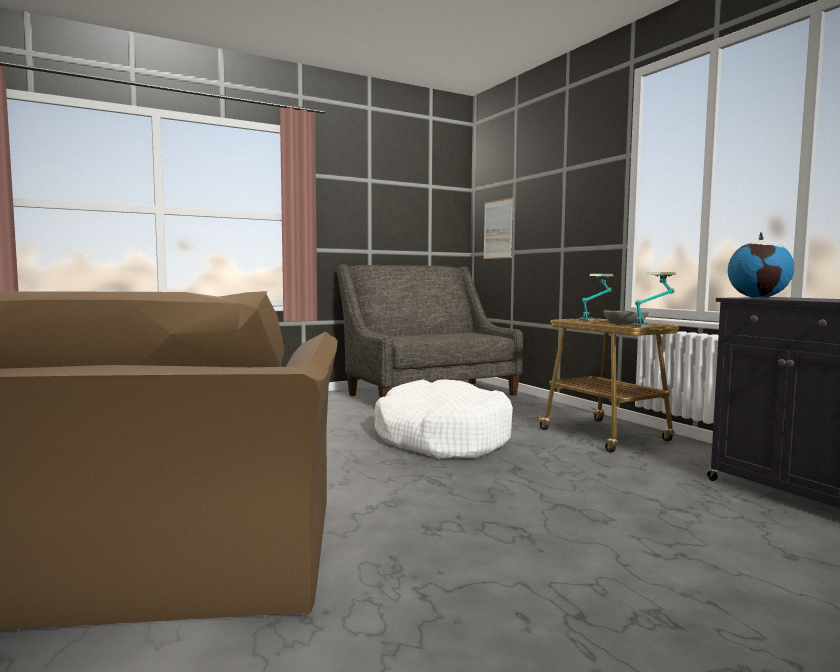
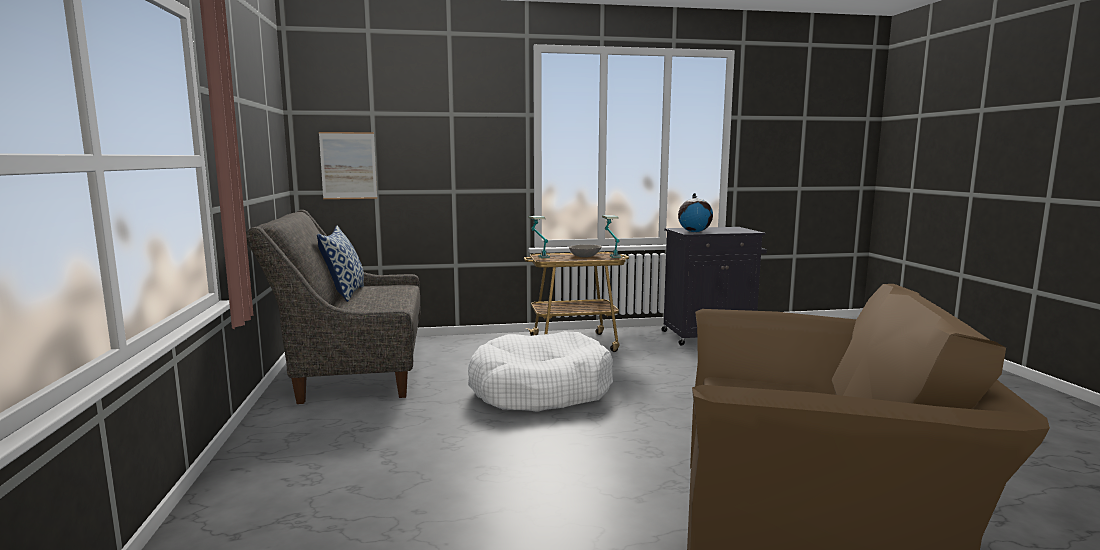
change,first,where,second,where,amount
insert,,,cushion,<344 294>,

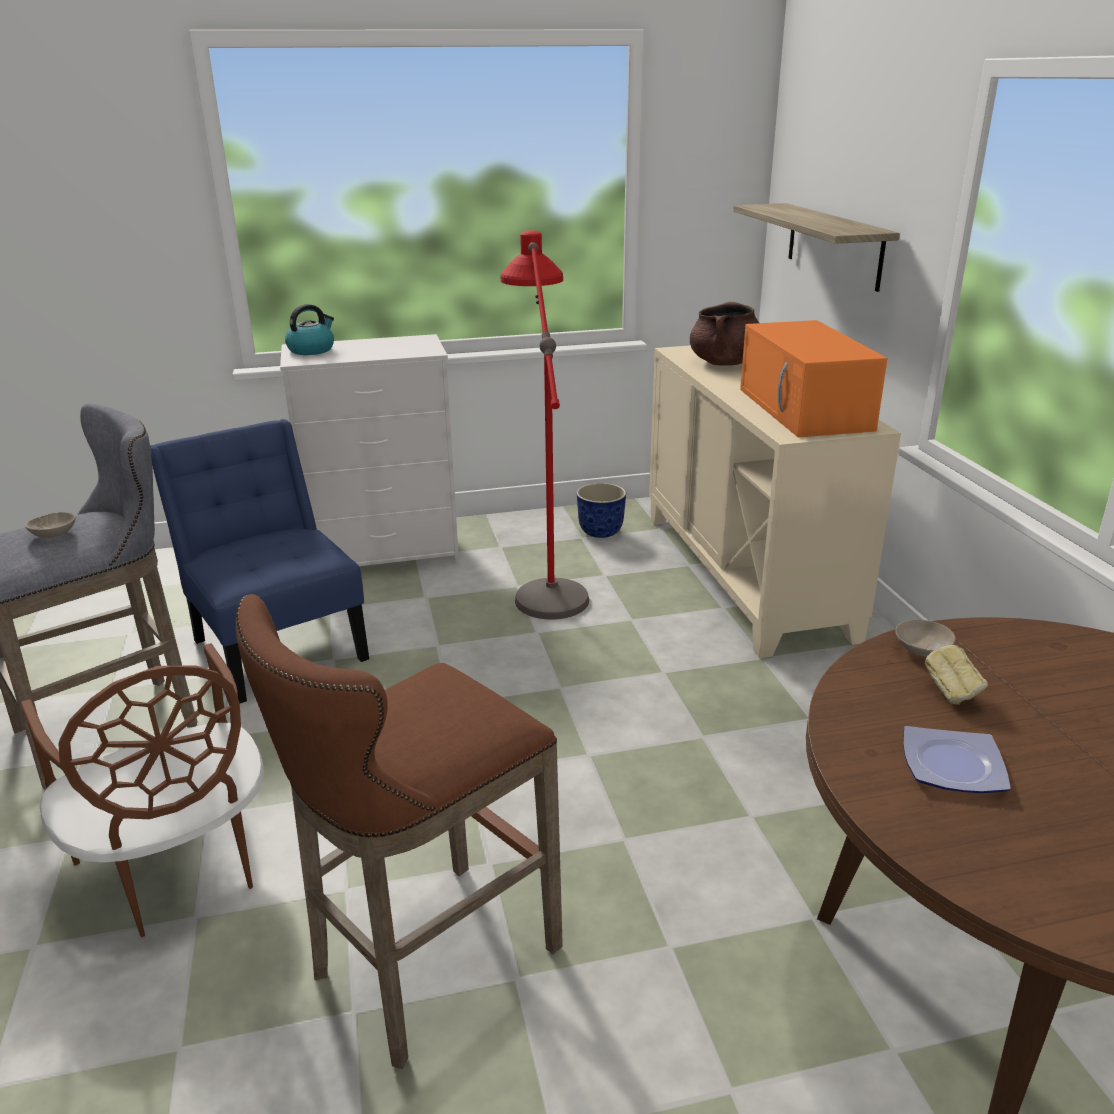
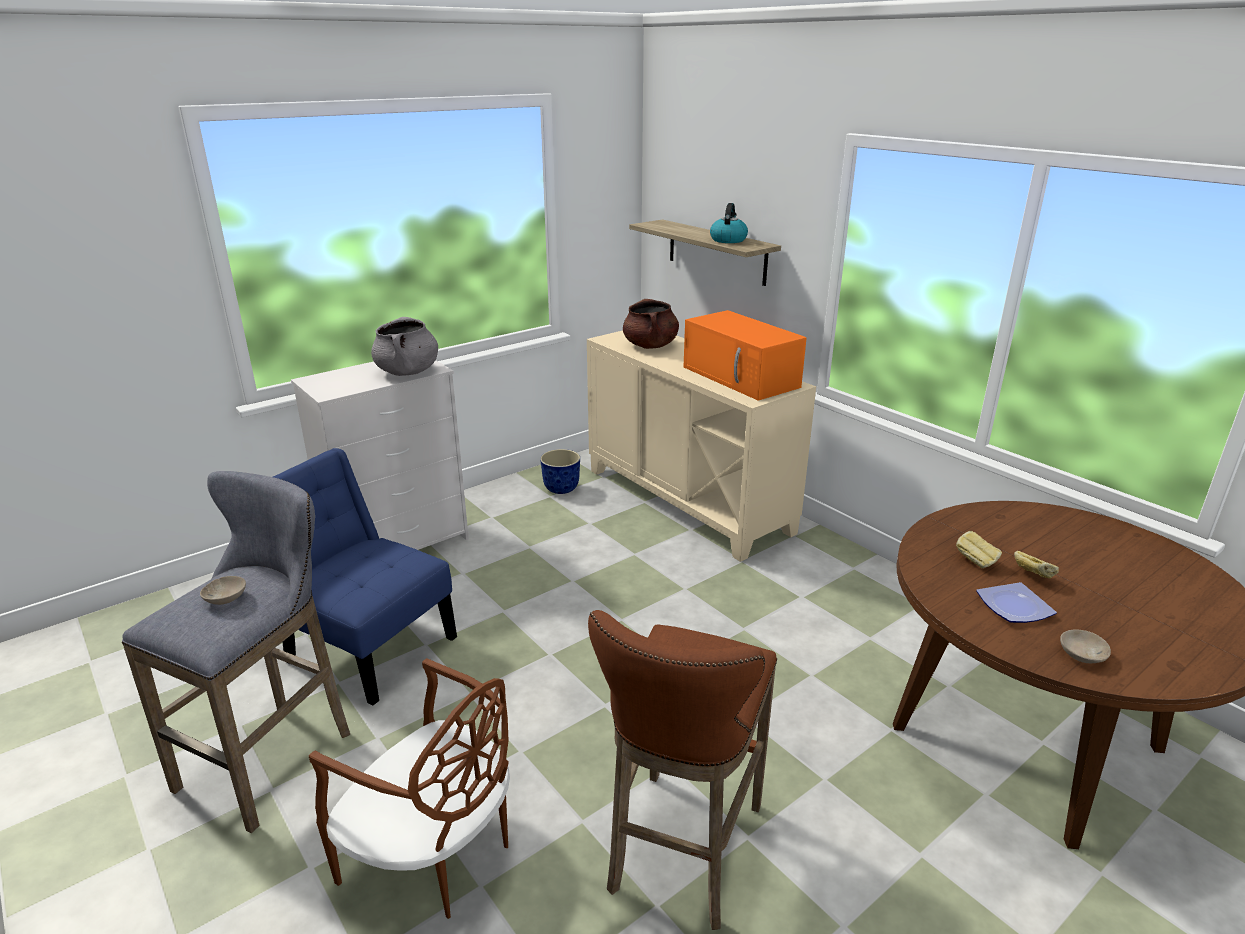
change,first,where,second,where,amount
delete,red standard lamp,<546 575>,,,
move,kettle,<311 350>,,<728 240>,
move,beige-coloured bowl,<921 648>,,<1080 654>,
insert,,,gray cooking pot,<407 372>,
insert,,,baked bread,<1031 576>,

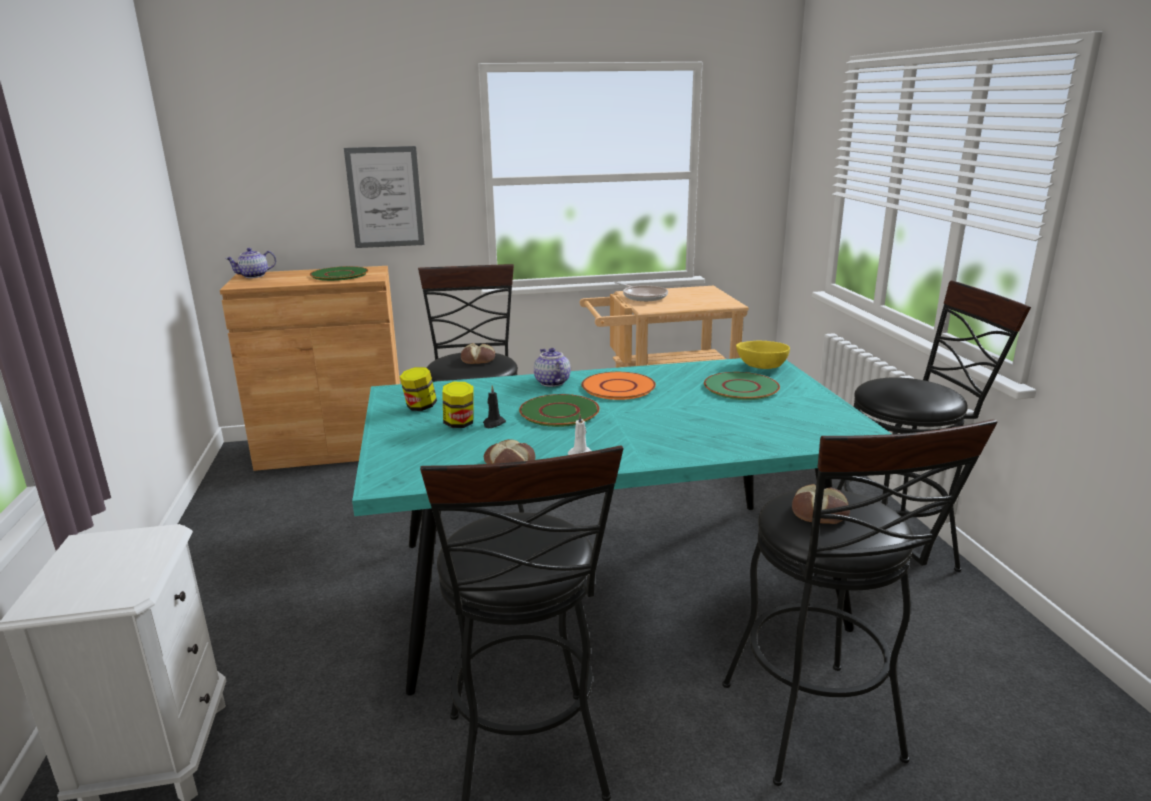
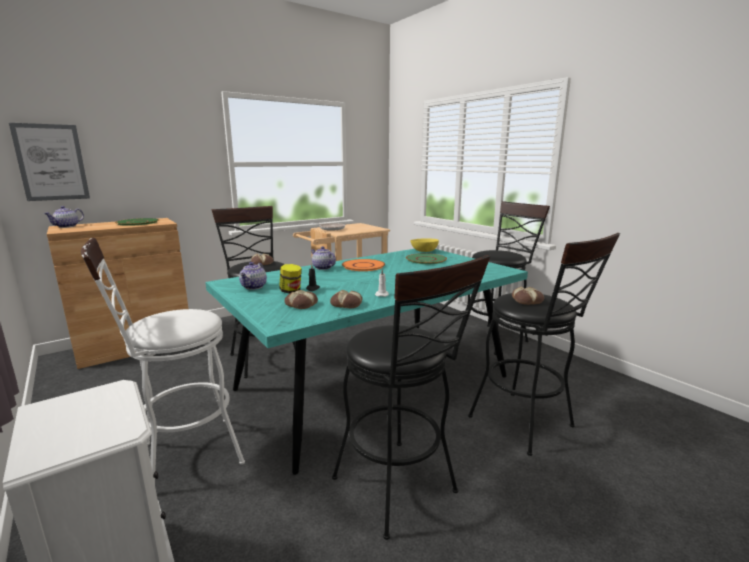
change,first,where,second,where,amount
move,wall picture,<385 197>,,<51 162>,
replace,storage jar,<420 407>,tea pot,<254 287>,
delete,greenish dinner plate,<558 412>,,,
insert,,,white sitting stool,<182 457>,
insert,,,baked bread,<302 304>,

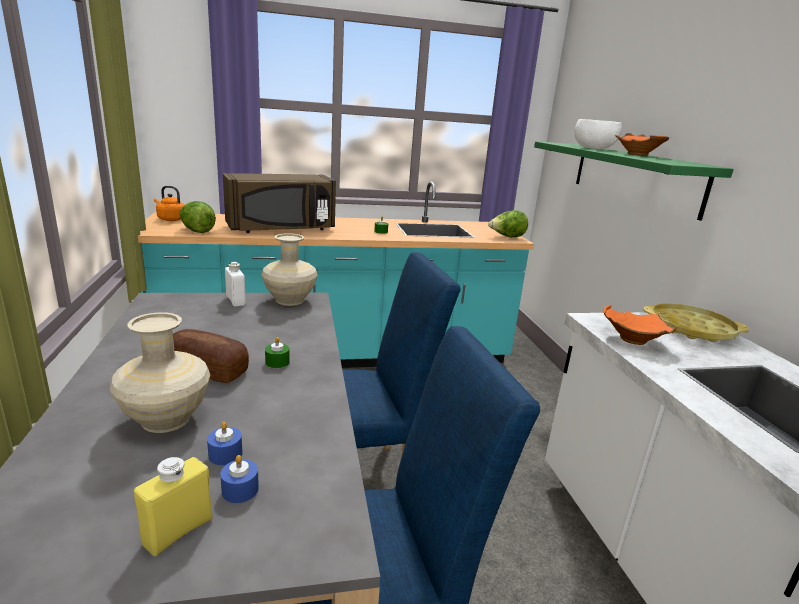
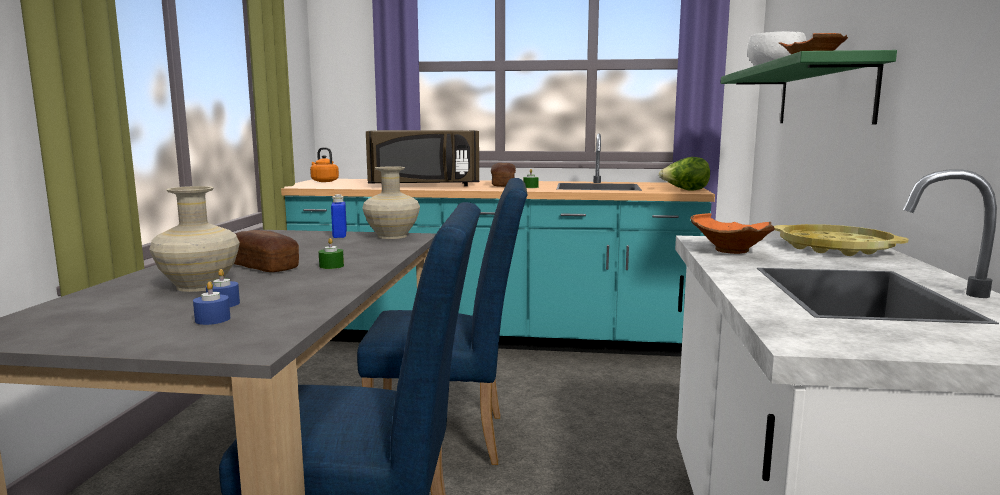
change,first,where,second,where,amount
delete,lettuce,<197 231>,,,
recolor,white bottle,<236 300>,blue bottle,<339 235>,
delete,yellow bottle,<178 531>,,,
insert,,,baked bread,<503 184>,

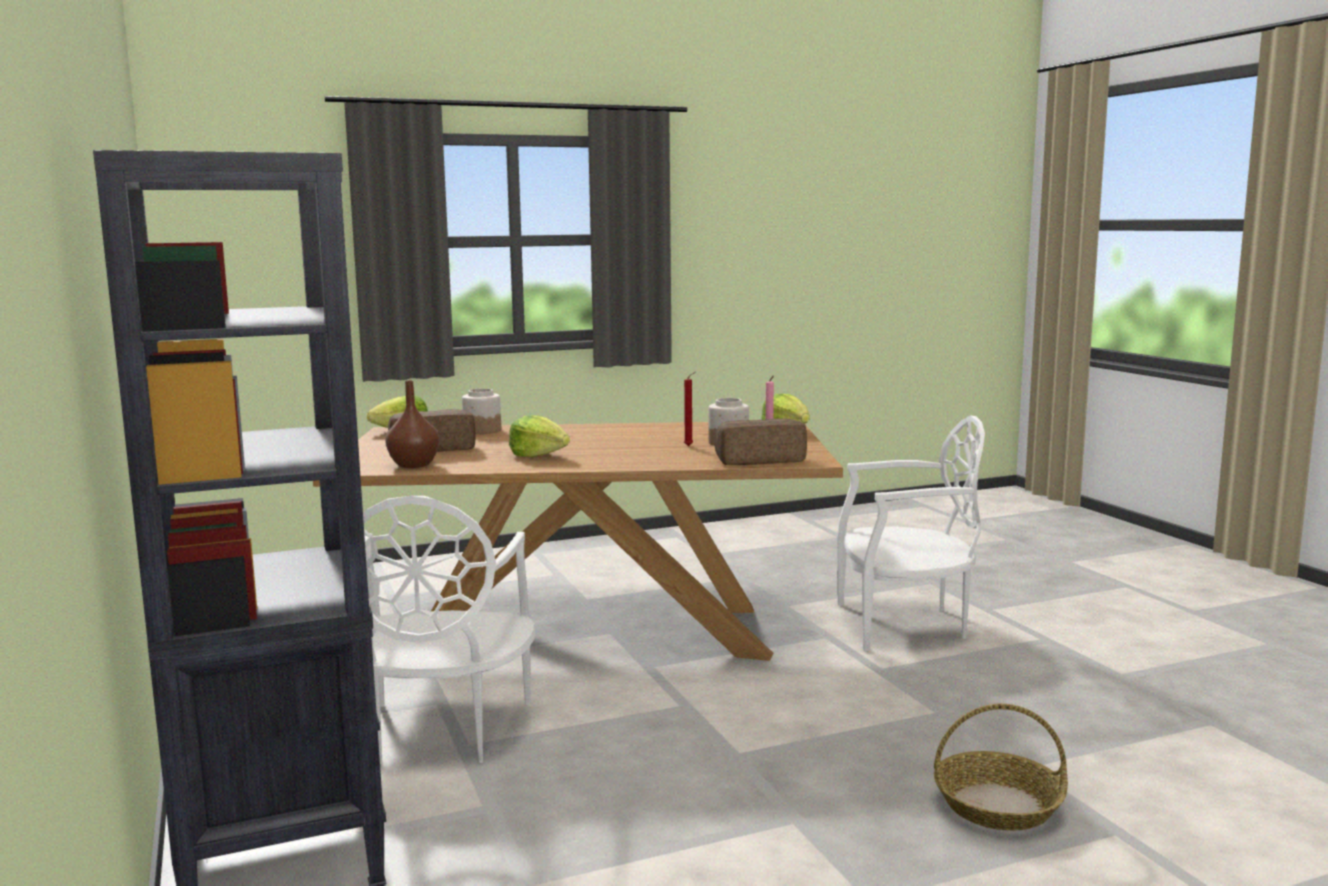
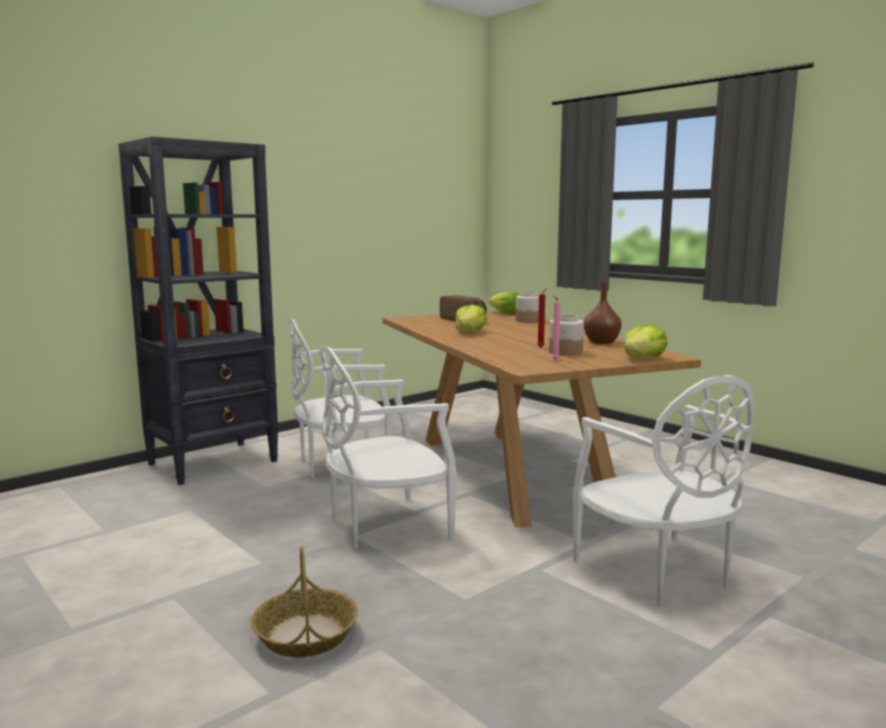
change,first,where,second,where,amount
move,brownish decorative vase,<415 465>,,<602 342>,
delete,baked bread,<759 460>,,,
insert,,,white chair,<385 525>,

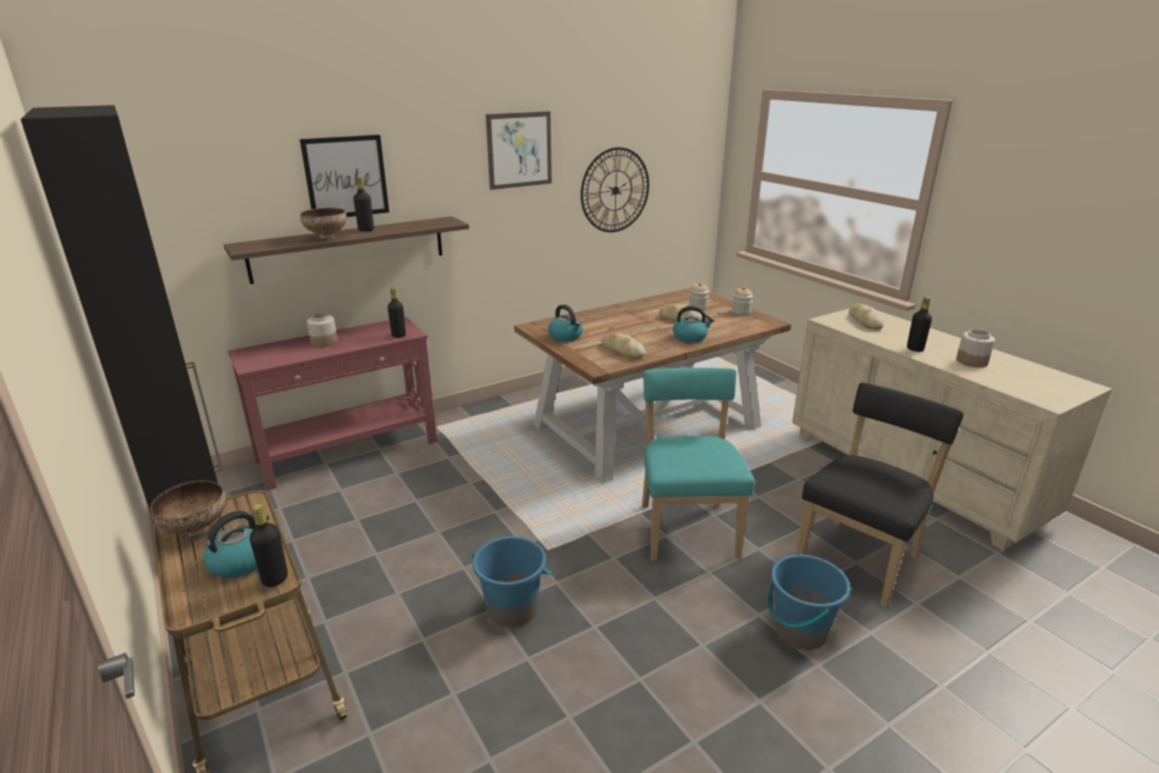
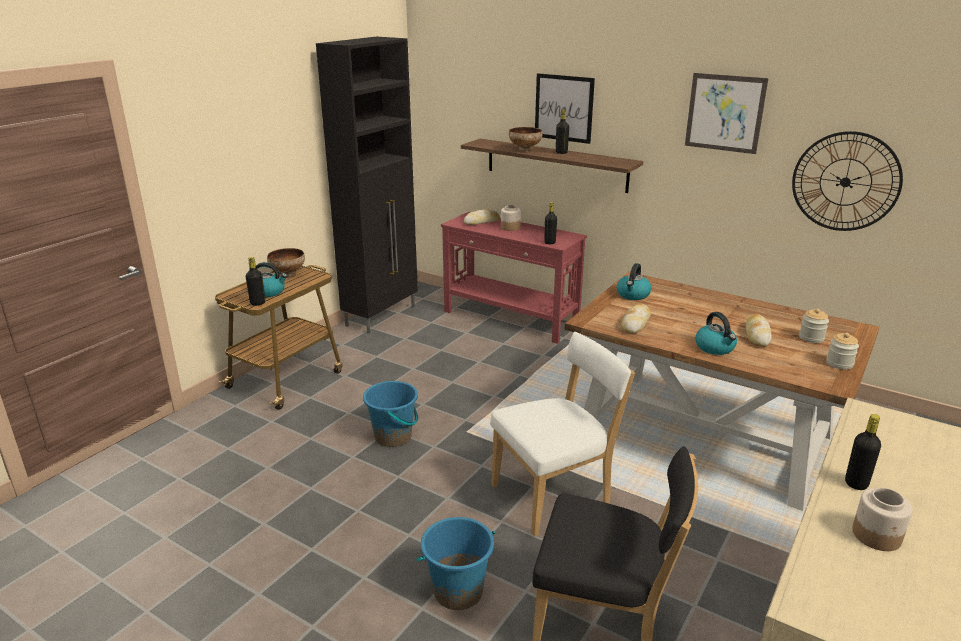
change,first,where,second,where,amount
move,baked bread,<864 322>,,<481 222>,
recolor,blue-green chair,<687 527>,white chair,<555 495>,

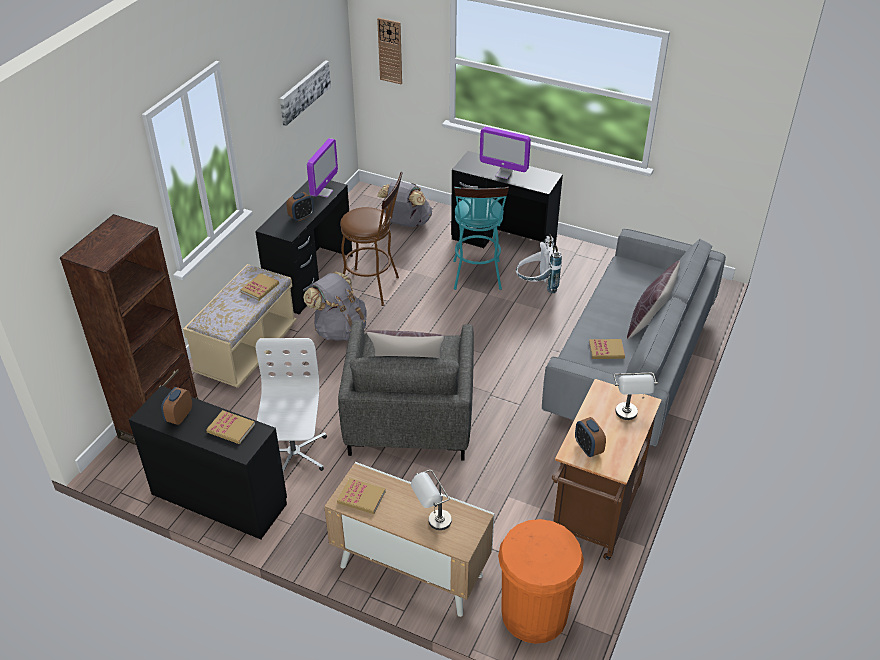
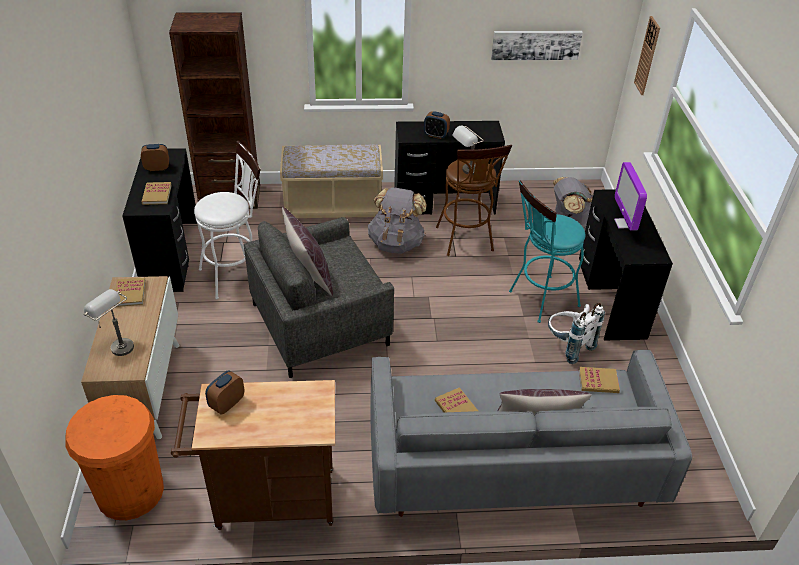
change,first,where,second,where,amount
delete,computer screen,<323 192>,,,
move,book,<260 288>,,<598 381>,
replace,white office chair,<293 454>,white sitting stool,<237 274>,
move,gray lamp for a table,<628 417>,,<466 172>,

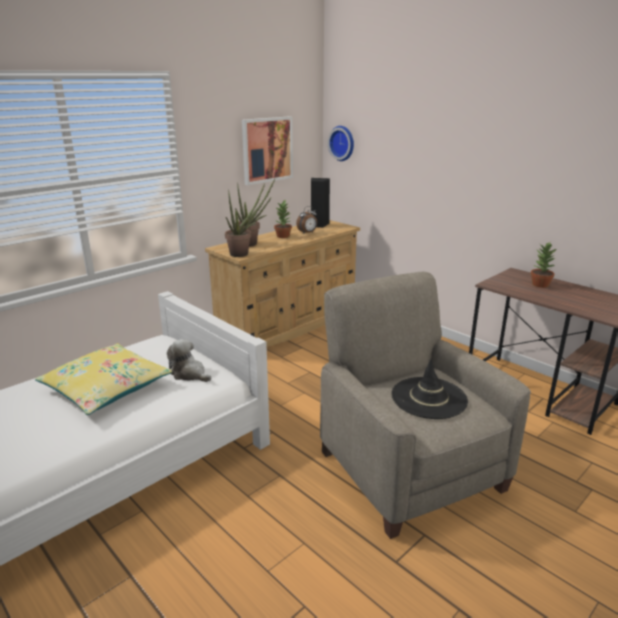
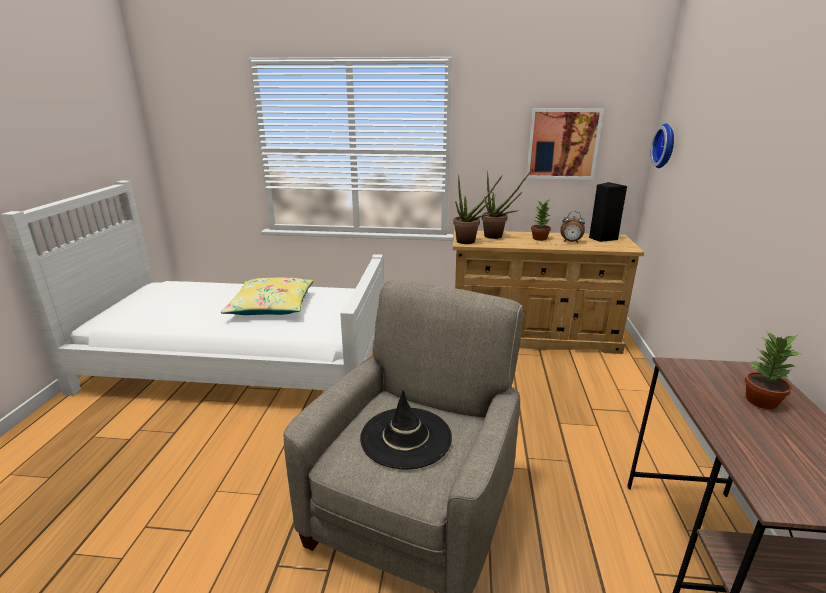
change,first,where,second,where,amount
delete,plush toy,<189 374>,,,

